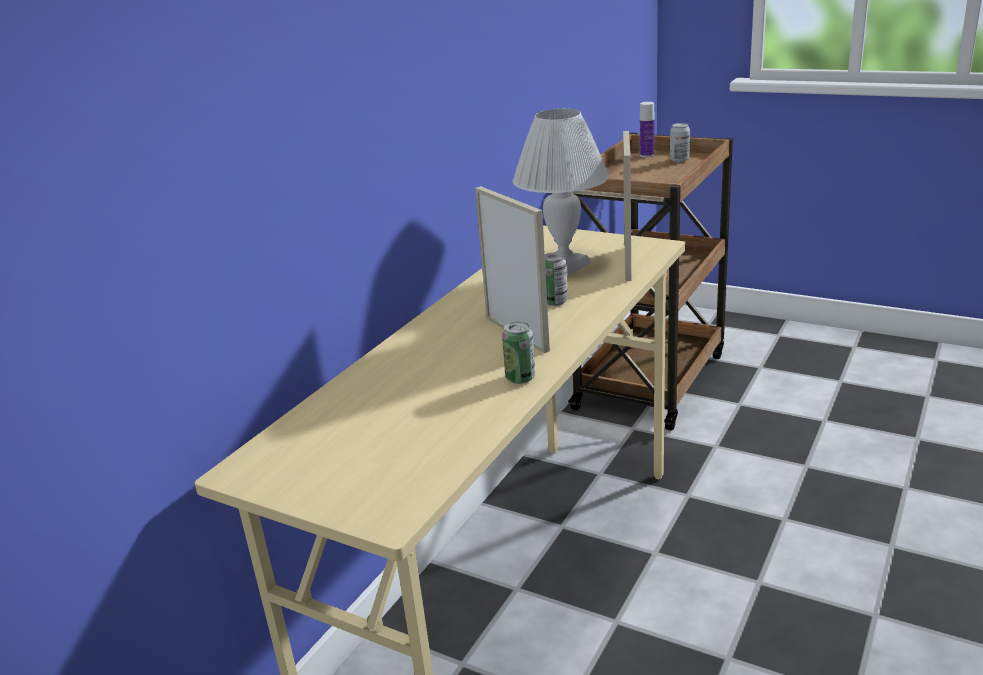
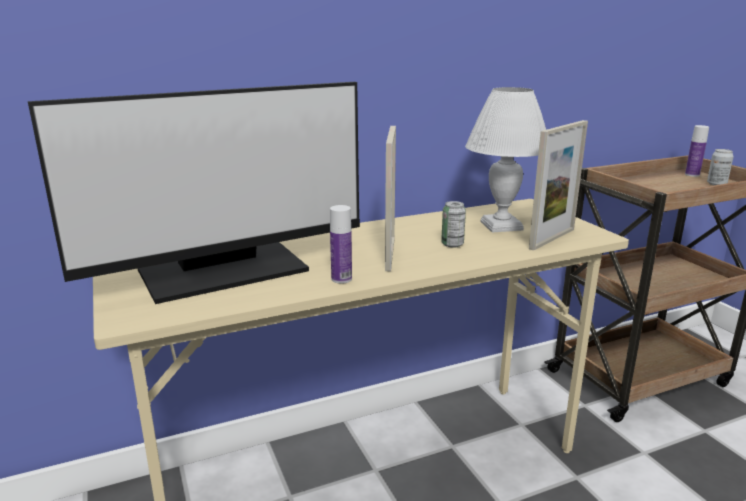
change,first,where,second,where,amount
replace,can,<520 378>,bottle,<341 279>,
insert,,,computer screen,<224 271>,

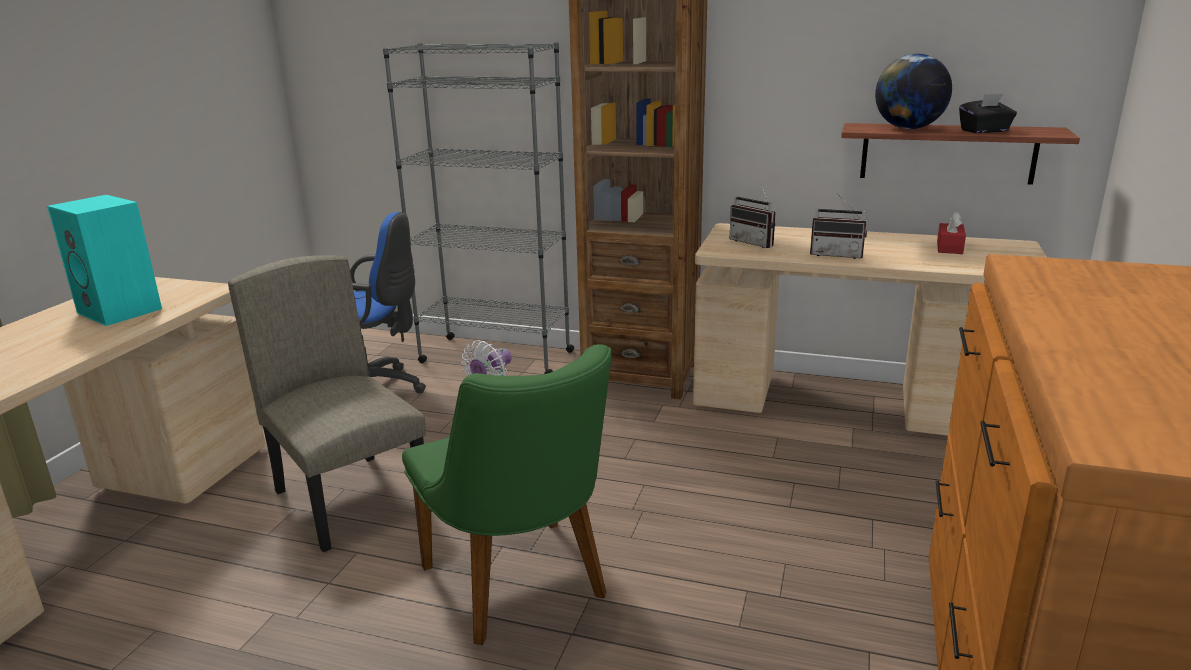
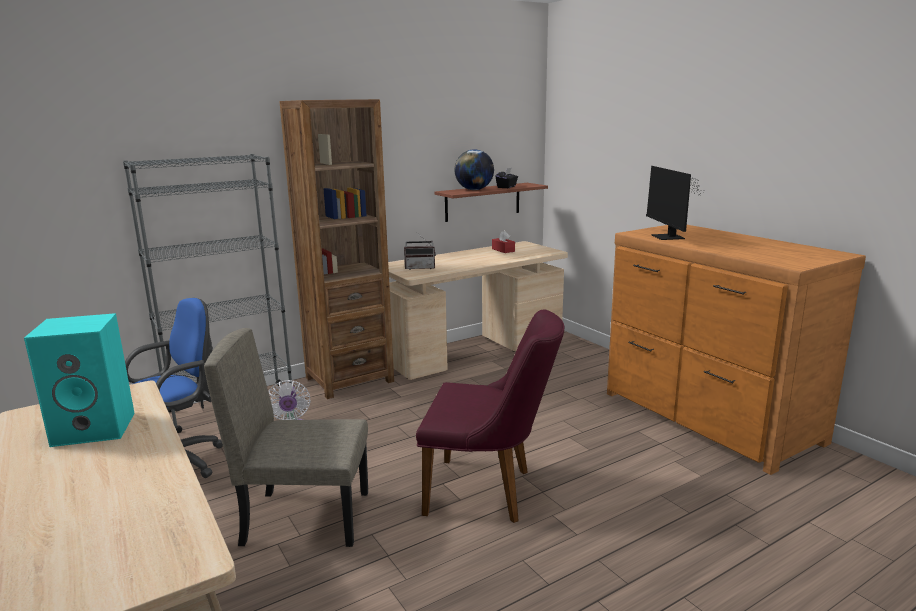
change,first,where,second,where,amount
delete,radio receiver,<837 254>,,,
recolor,greenish chair,<522 590>,purplish chair,<489 492>,
insert,,,computer screen,<668 238>,

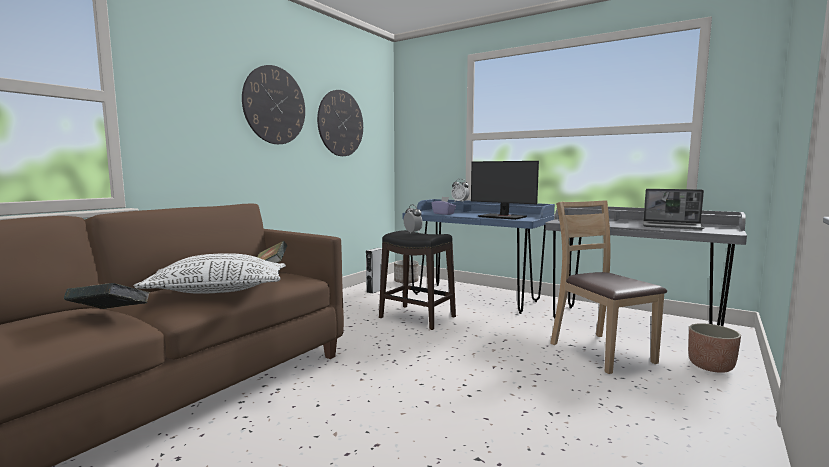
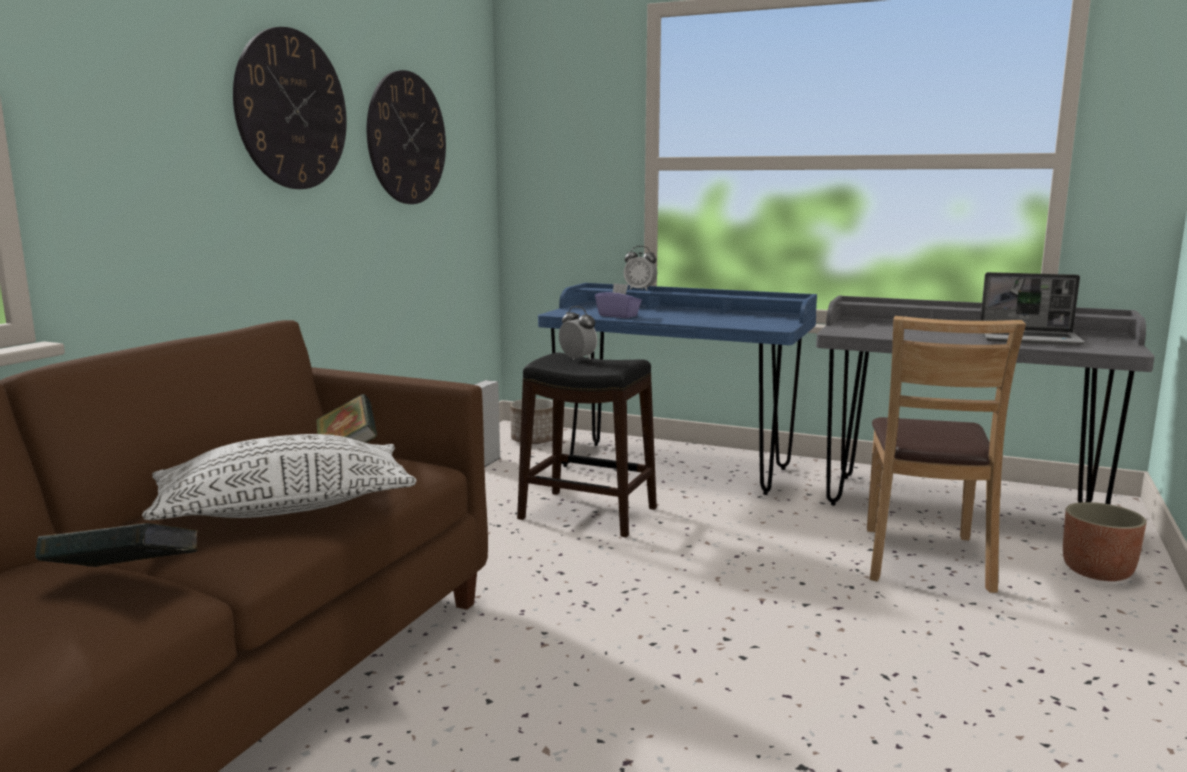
change,first,where,second,where,amount
delete,computer screen,<503 217>,,,
rotate,brownish chair,<601 352>,,<924 559>,135 degrees counterclockwise

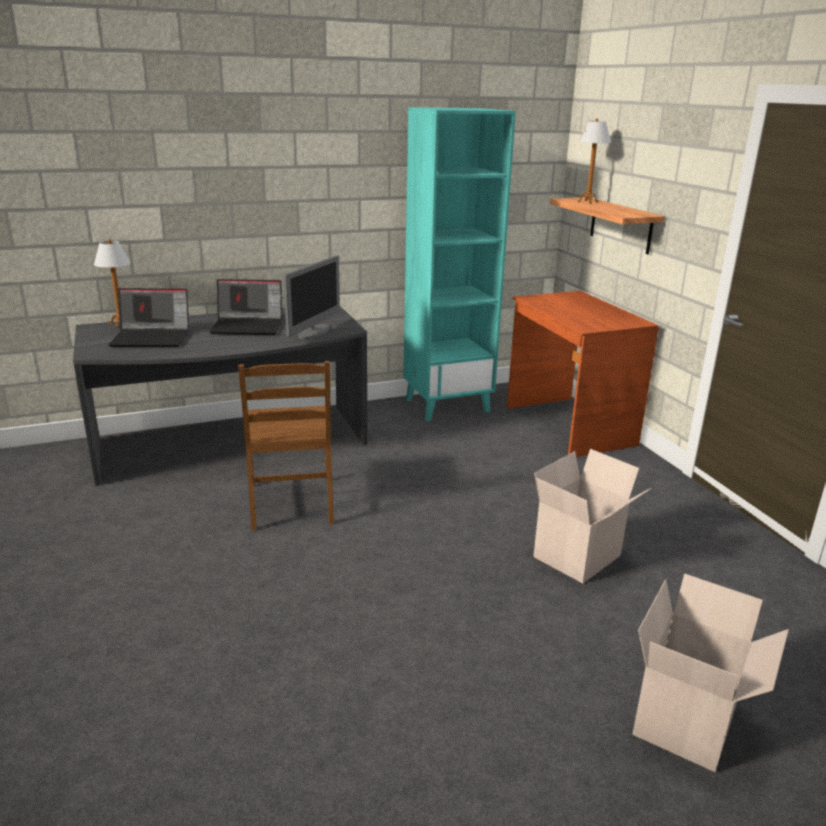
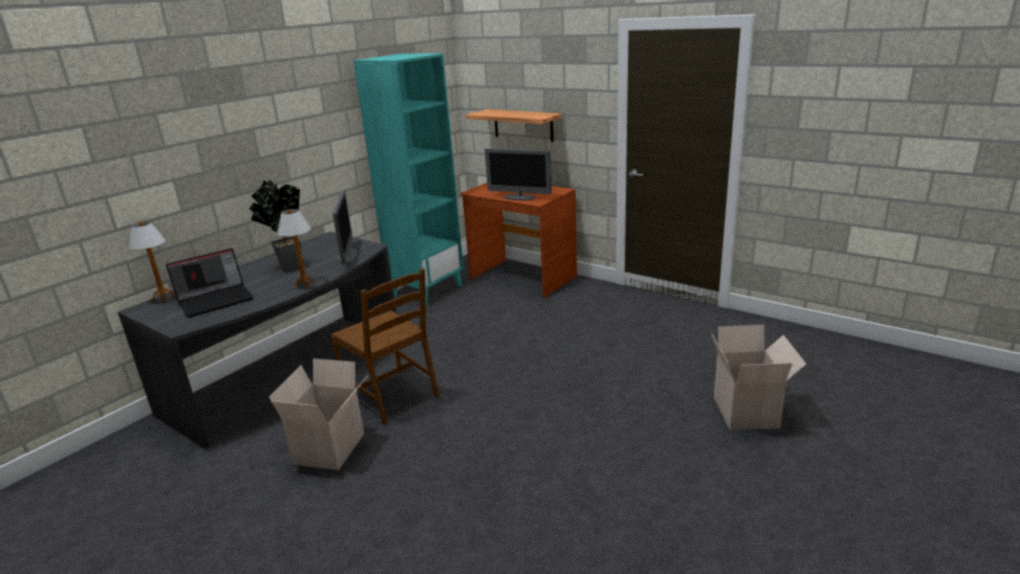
change,first,where,second,where,amount
move,lamp for a table,<588 202>,,<305 285>,
replace,laptop,<248 326>,potted plant,<287 267>,
move,packing box,<578 558>,,<331 449>,
insert,,,computer screen,<519 198>,

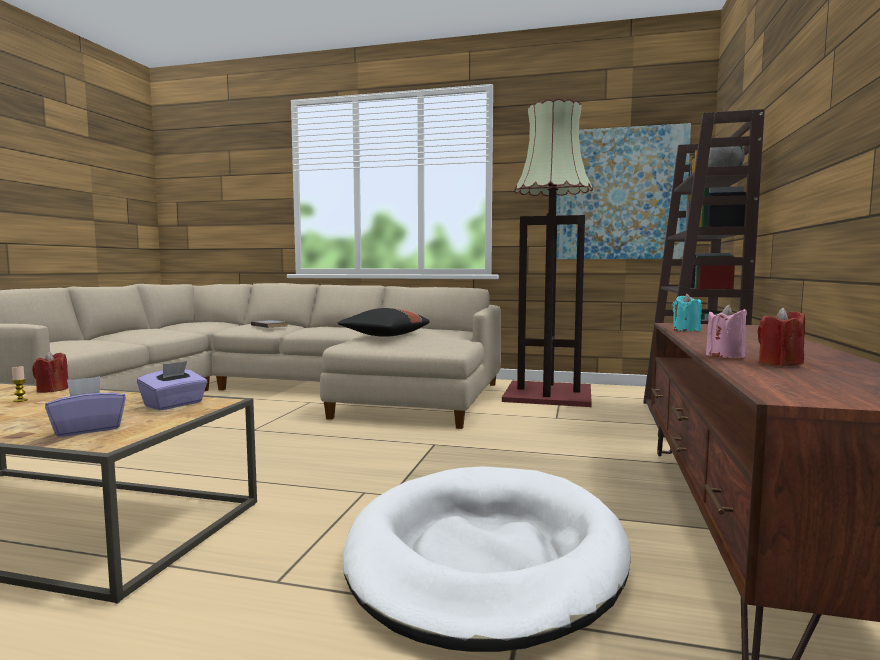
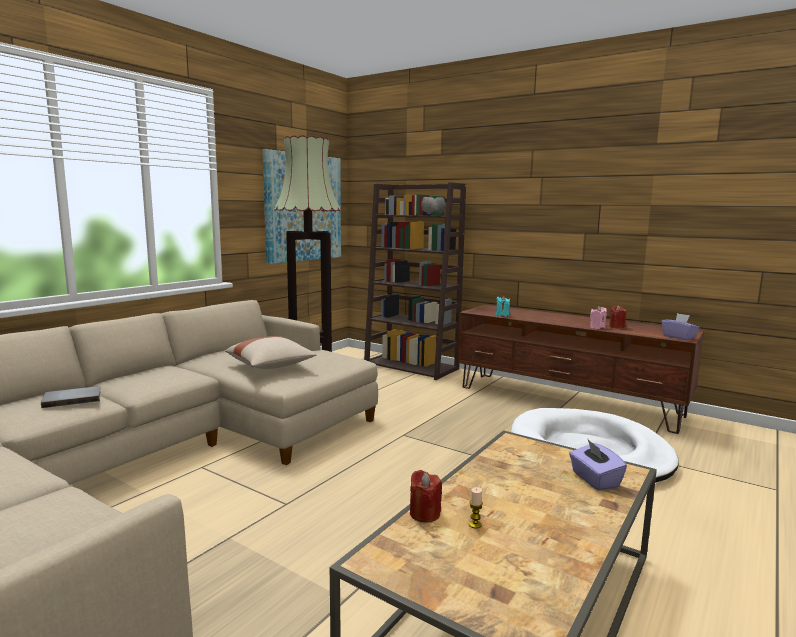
change,first,where,second,where,amount
recolor,blackish cushion,<384 336>,beige-coloured cushion,<271 366>,
move,purplish tissue holder,<174 404>,,<678 337>,

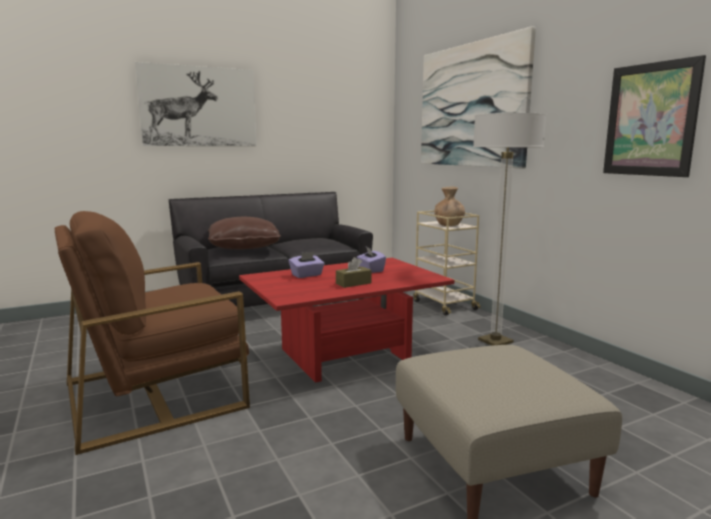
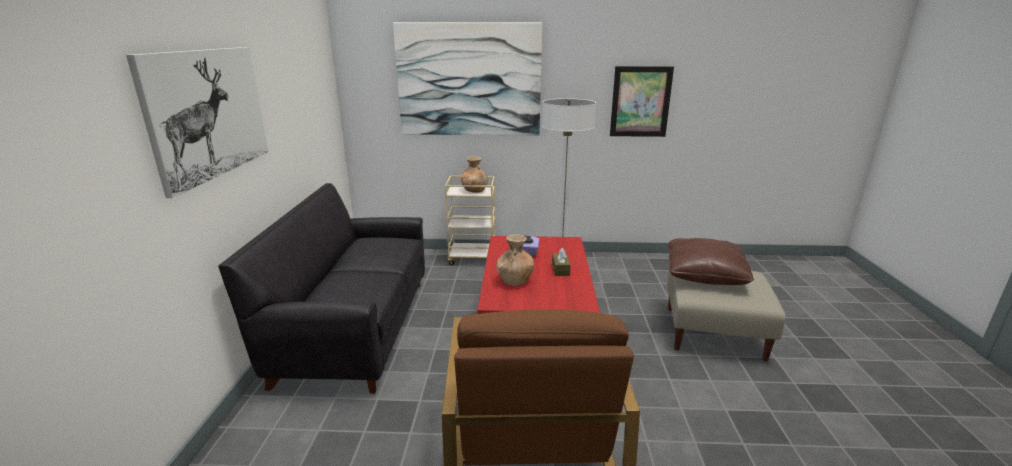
change,first,where,second,where,amount
move,brownish cushion,<244 247>,,<705 274>,
replace,purplish tissue holder,<307 275>,brownish decorative vase,<515 280>,

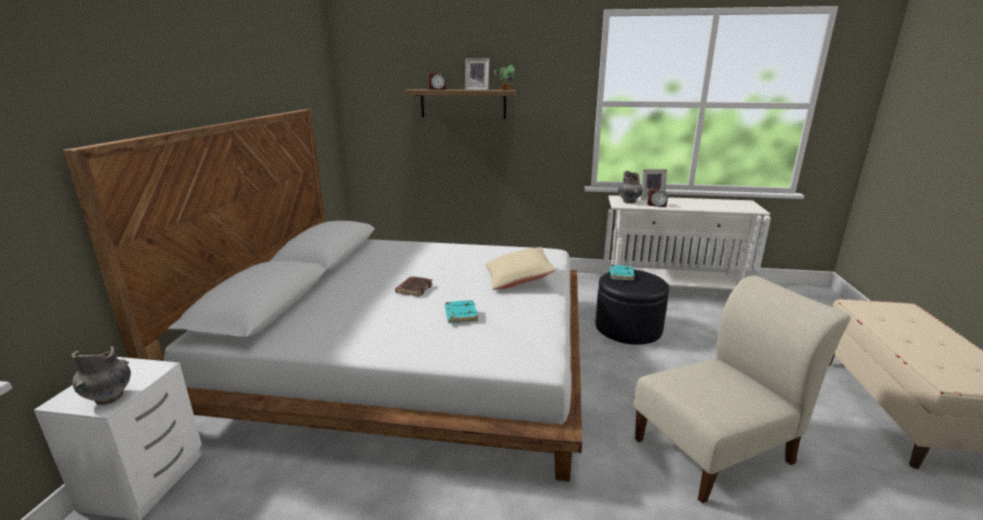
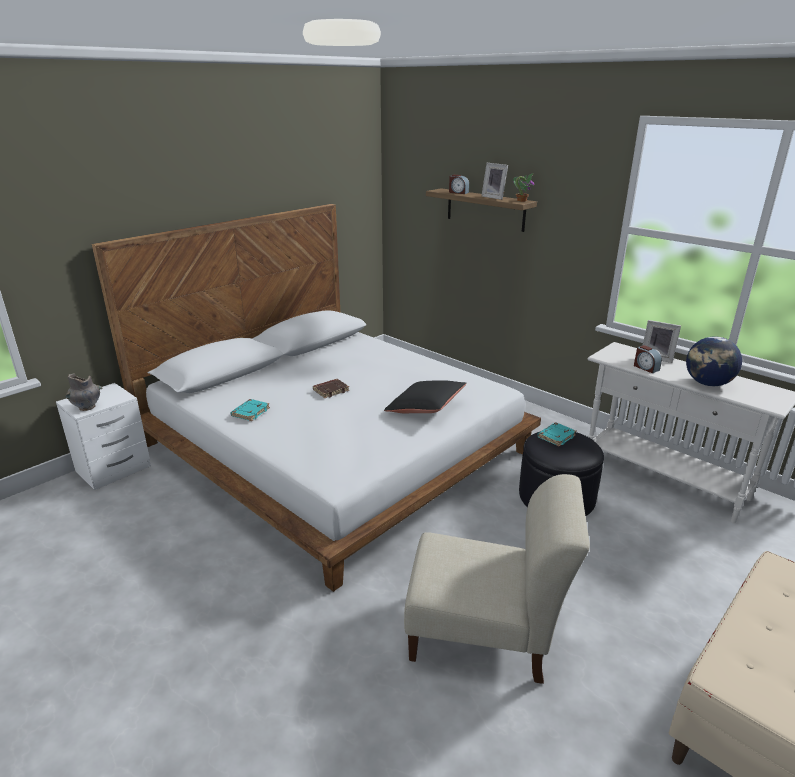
change,first,where,second,where,amount
delete,gray decorative vase,<629 202>,,,
recolor,beige-coloured cushion,<518 279>,blackish cushion,<425 408>,
move,blue-green book,<460 314>,,<250 412>,
insert,,,world globe,<708 384>,

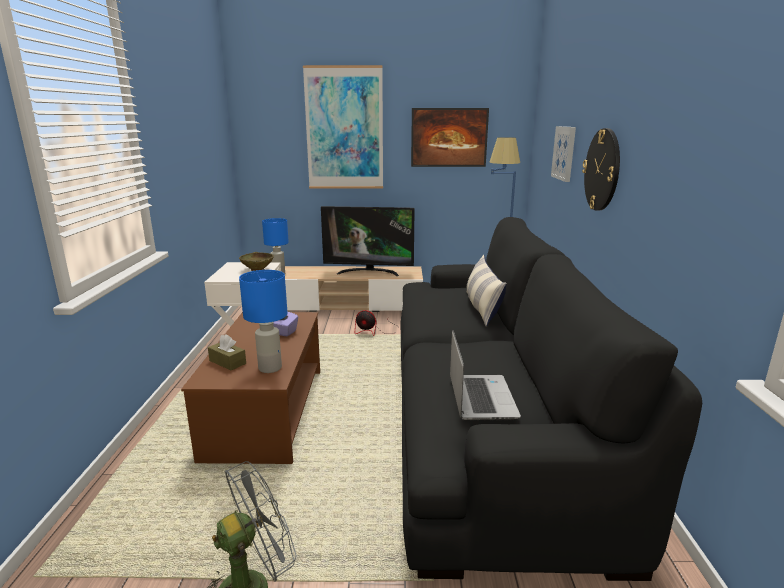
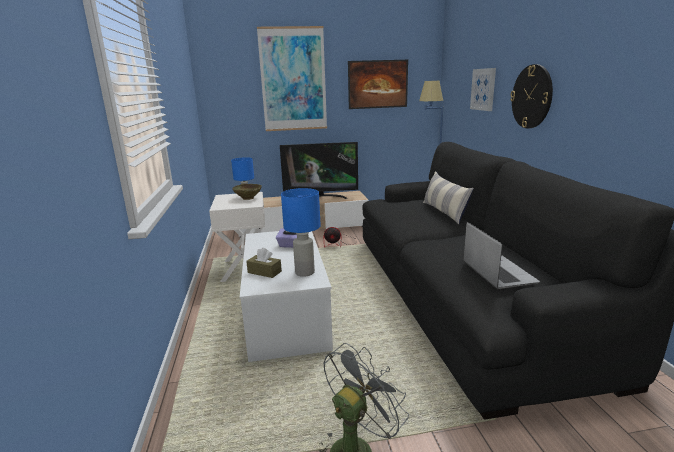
change,first,where,second,where,amount
recolor,brownish coffee table,<266 412>,white coffee table,<286 314>,

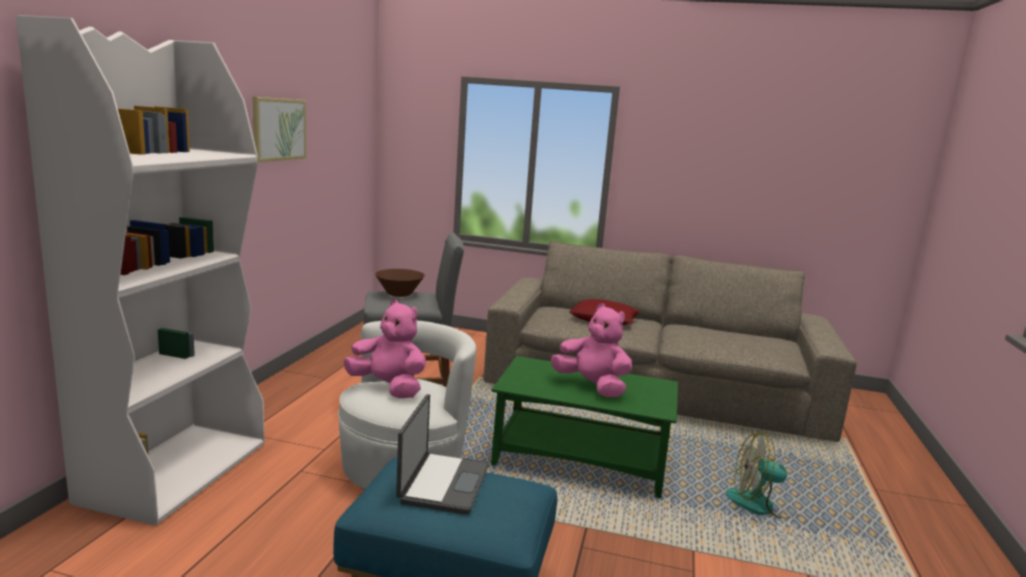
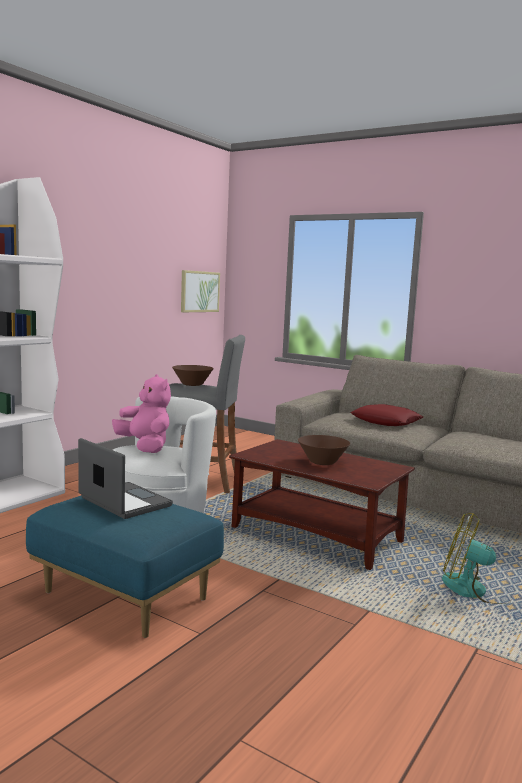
change,first,where,second,where,amount
move,wall picture,<278 129>,,<199 291>,
replace,pink plush toy,<592 387>,brownish bowl,<322 462>,
recolor,greenish coffee table,<581 460>,brownish coffee table,<317 535>,
rotate,laptop,<442 483>,,<123 502>,75 degrees counterclockwise

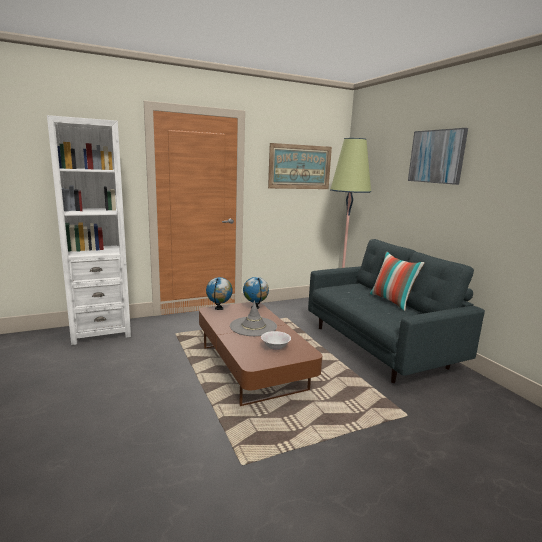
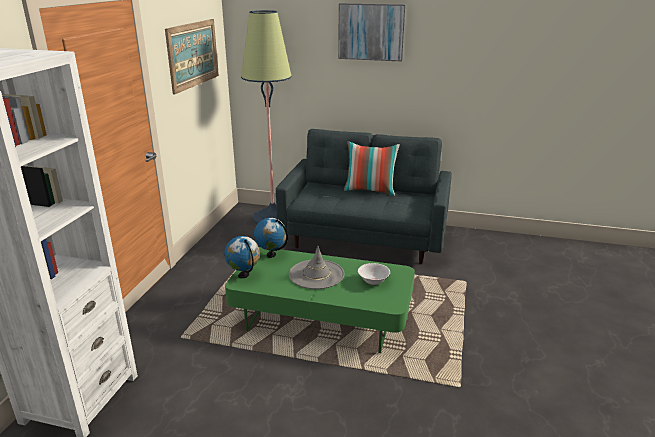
change,first,where,second,where,amount
recolor,brownish coffee table,<252 367>,greenish coffee table,<322 318>,

